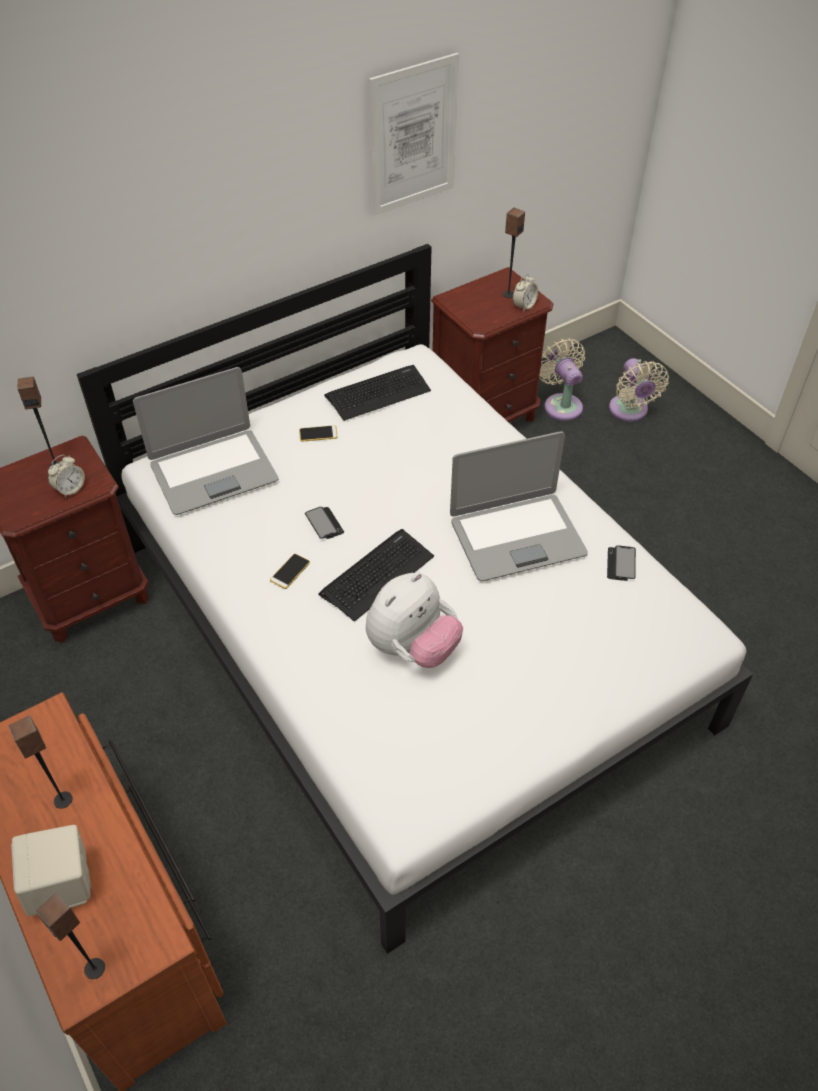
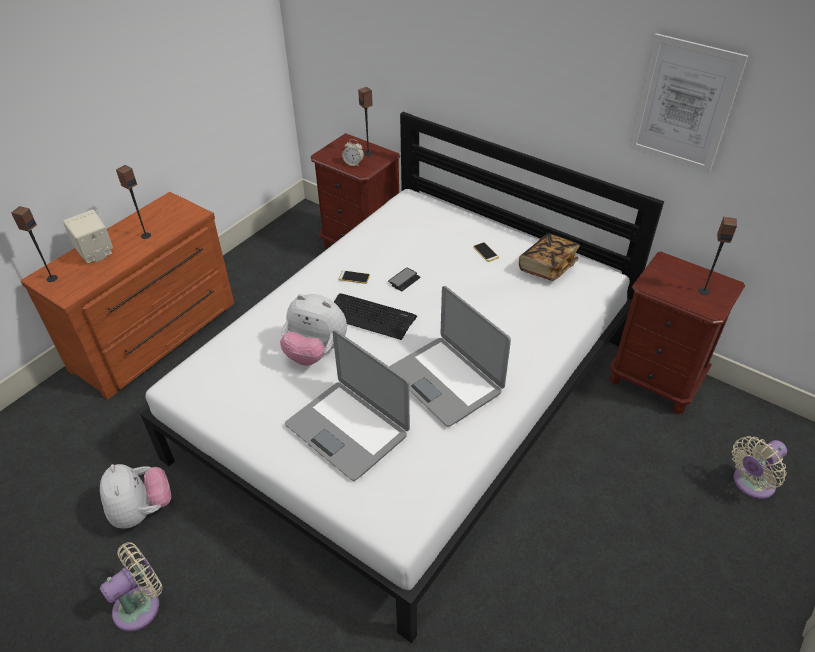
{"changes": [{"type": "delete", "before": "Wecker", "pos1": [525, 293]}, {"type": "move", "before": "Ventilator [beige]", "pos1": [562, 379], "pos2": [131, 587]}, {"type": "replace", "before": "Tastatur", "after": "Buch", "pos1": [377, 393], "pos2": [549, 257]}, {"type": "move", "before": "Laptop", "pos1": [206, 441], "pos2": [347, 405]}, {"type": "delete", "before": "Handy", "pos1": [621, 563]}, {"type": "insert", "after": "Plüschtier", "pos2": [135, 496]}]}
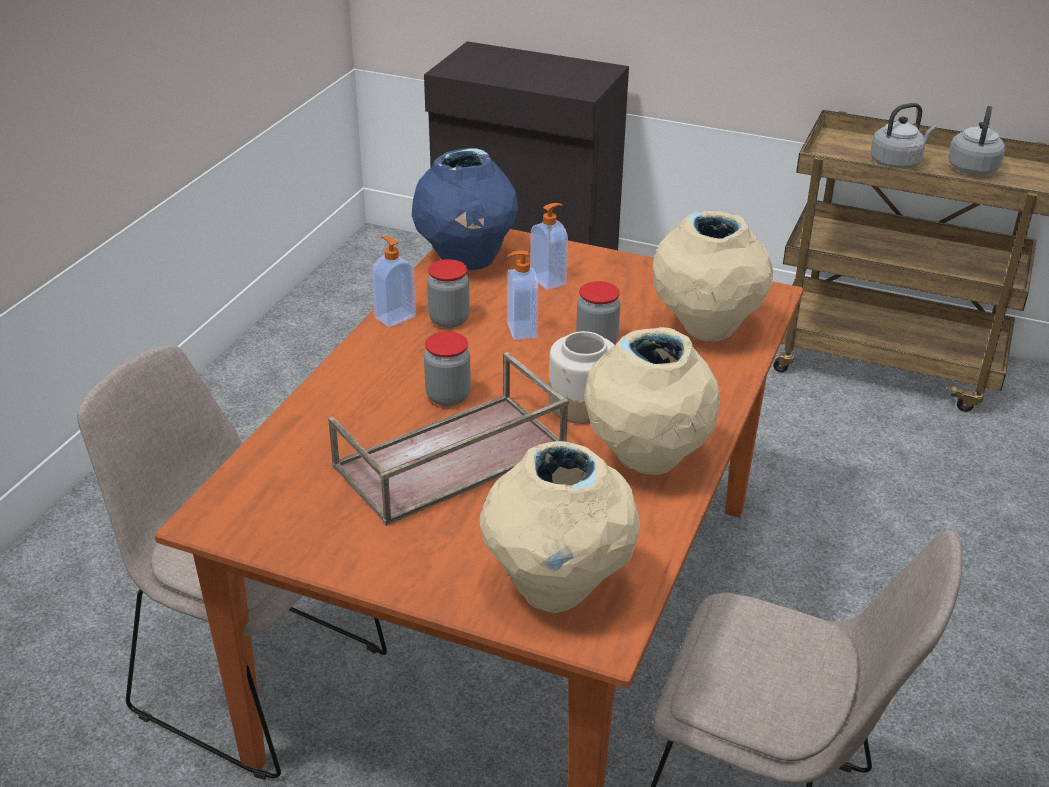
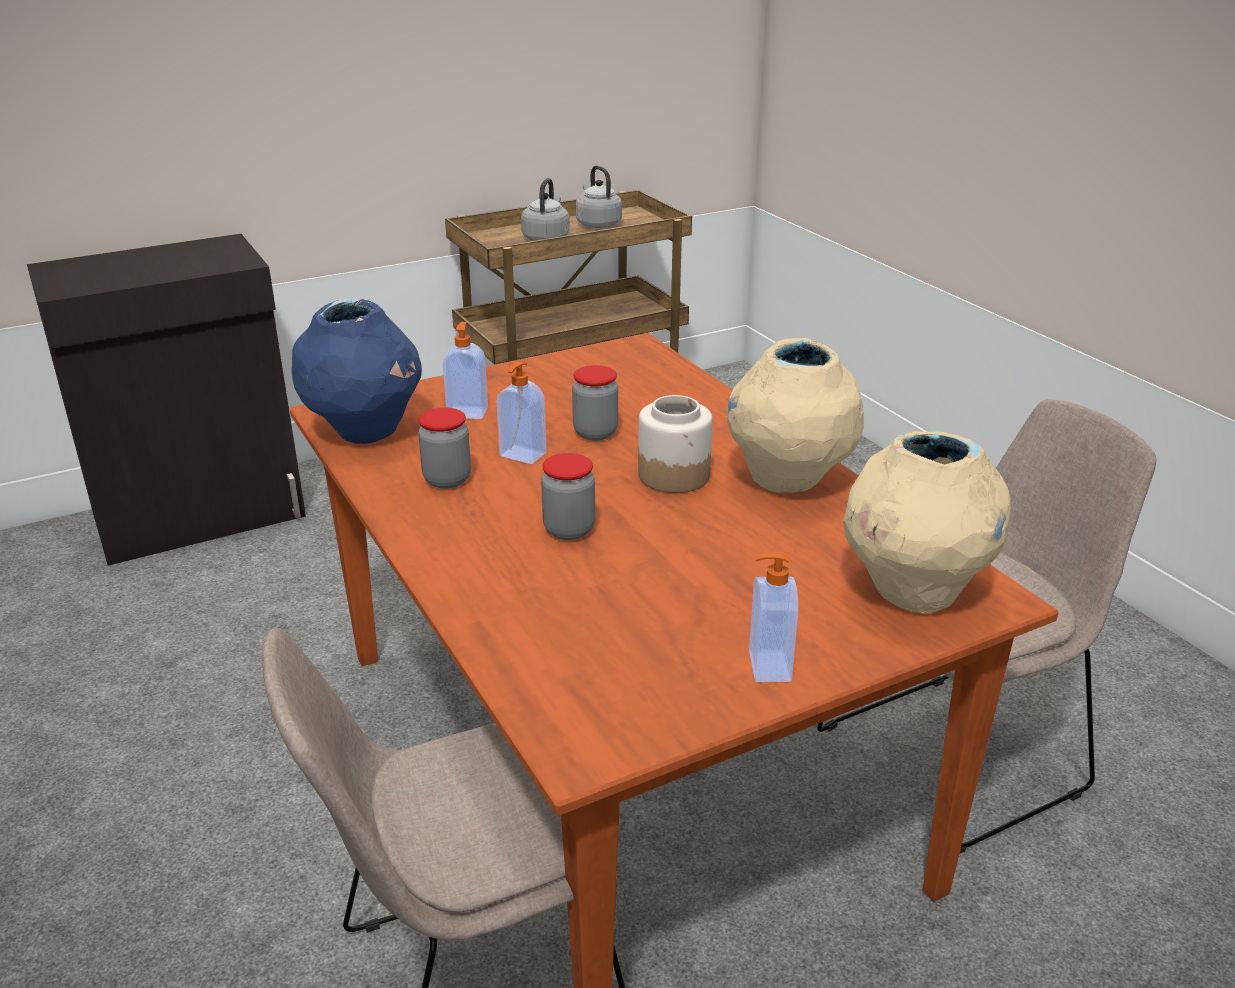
{"changes": [{"type": "delete", "before": "Vase [beige]", "pos1": [713, 276]}, {"type": "move", "before": "Seifenspender", "pos1": [394, 281], "pos2": [774, 617]}, {"type": "delete", "before": "Tablett [braun]", "pos1": [448, 439]}]}
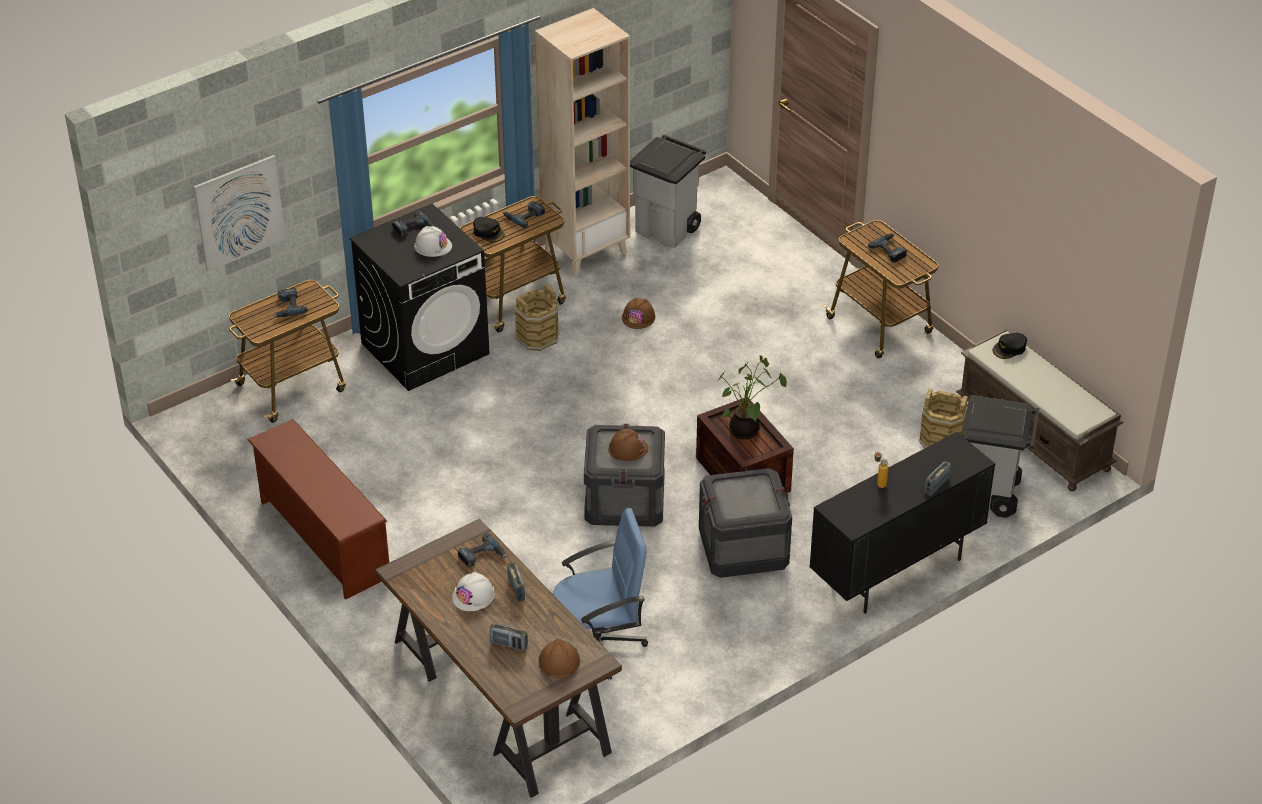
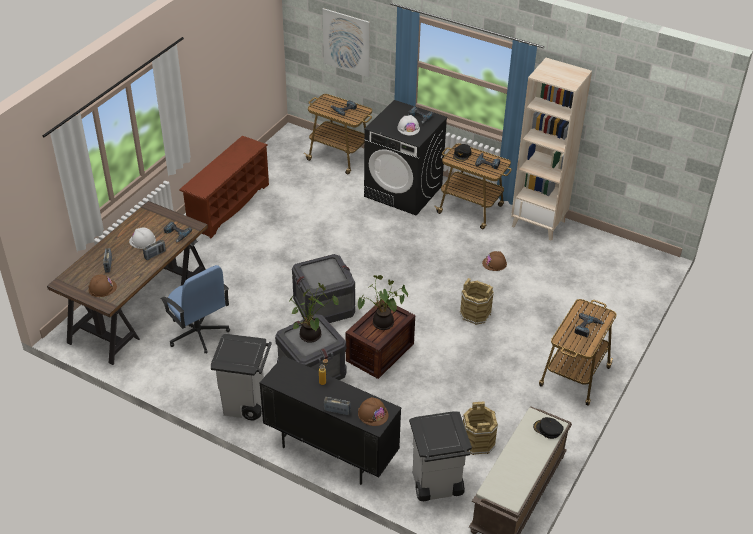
{"changes": [{"type": "move", "before": "Mülleimer [grau]", "pos1": [668, 191], "pos2": [241, 377]}, {"type": "move", "before": "Eimer [braun]", "pos1": [537, 317], "pos2": [477, 301]}, {"type": "move", "before": "Schutzhelm [braun]", "pos1": [629, 445], "pos2": [373, 411]}, {"type": "insert", "after": "Topfpflanze", "pos2": [313, 312]}]}
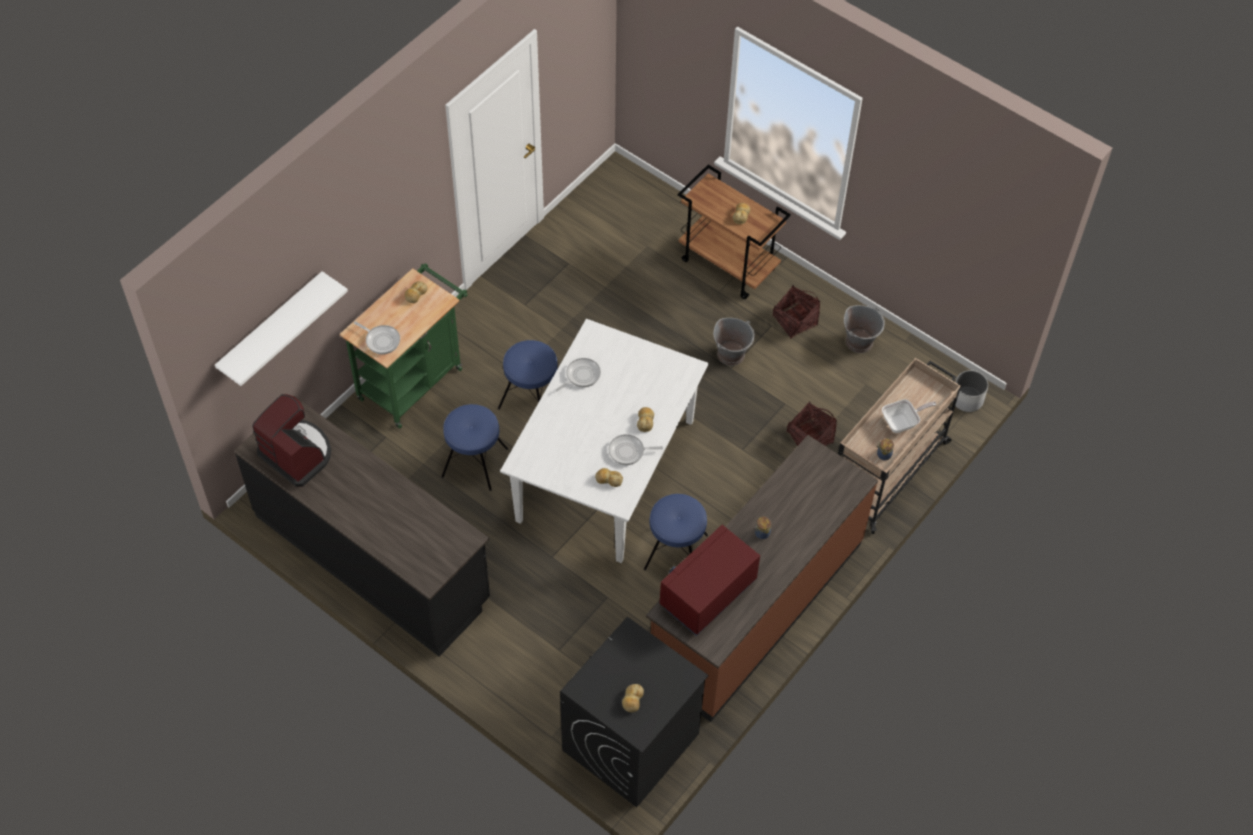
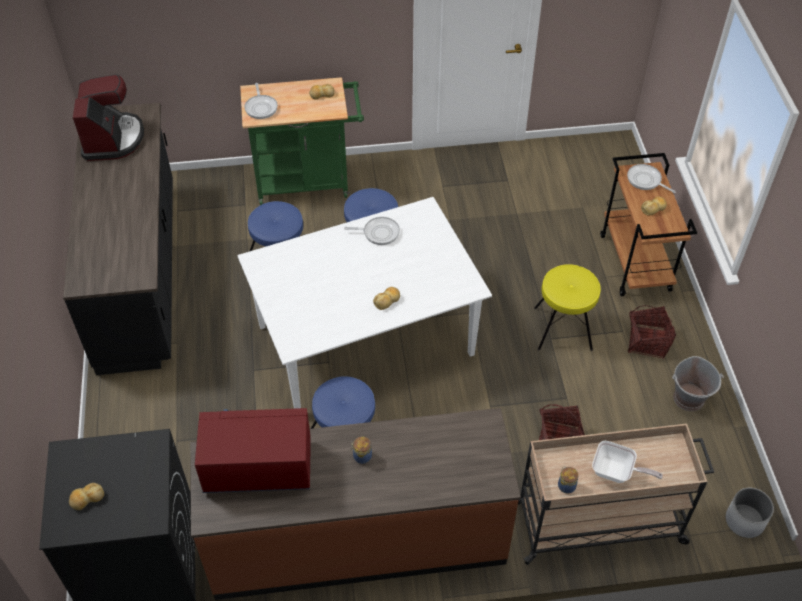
{"changes": [{"type": "delete", "before": "Wandregal [weiß]", "pos1": [281, 328]}, {"type": "replace", "before": "Eimer [grau]", "after": "Hocker [gelb]", "pos1": [734, 342], "pos2": [567, 307]}, {"type": "move", "before": "Pfanne", "pos1": [636, 449], "pos2": [651, 178]}, {"type": "delete", "before": "Brot", "pos1": [609, 477]}]}
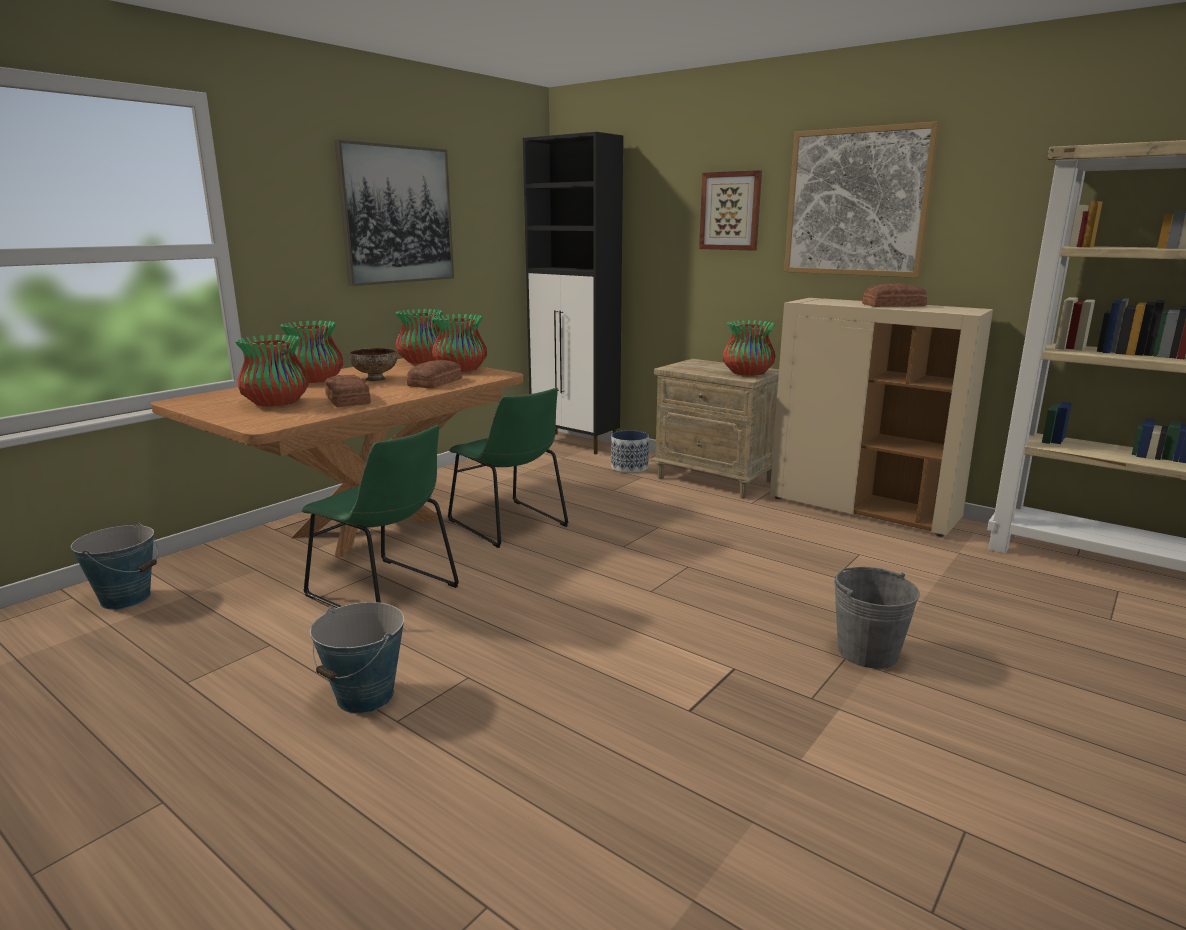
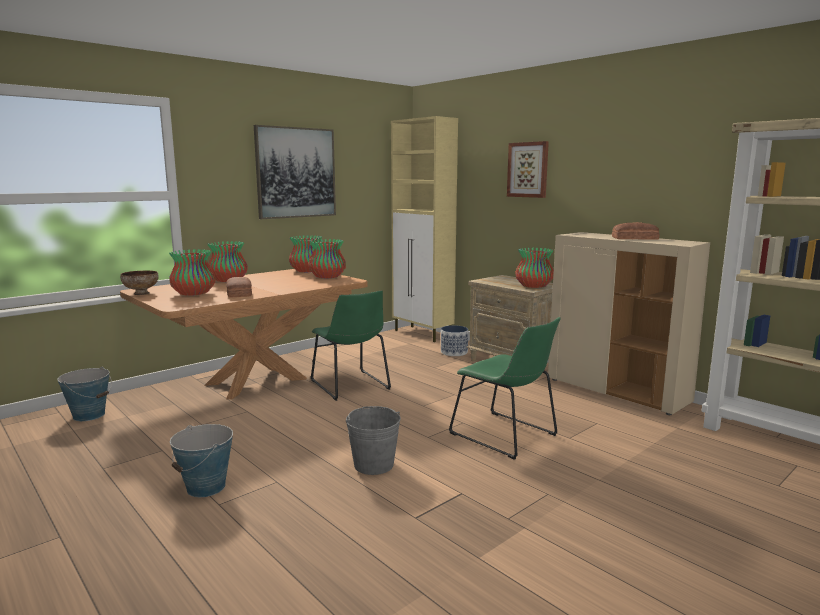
{"changes": [{"type": "delete", "before": "Bild", "pos1": [862, 199]}, {"type": "recolor", "before": "Schrank [schwarz]", "after": "Schrank [beige]", "pos1": [573, 293], "pos2": [424, 229]}, {"type": "move", "before": "Schüssel", "pos1": [374, 364], "pos2": [139, 282]}, {"type": "delete", "before": "Brot", "pos1": [434, 374]}, {"type": "move", "before": "Stuhl [grün]", "pos1": [380, 516], "pos2": [505, 388]}, {"type": "move", "before": "Eimer [grau]", "pos1": [877, 618], "pos2": [373, 440]}]}
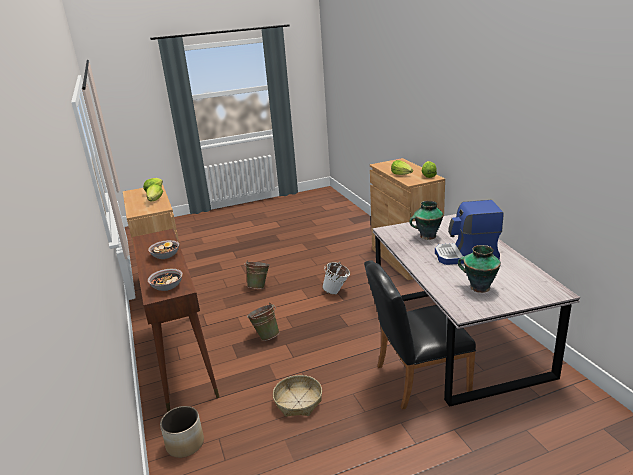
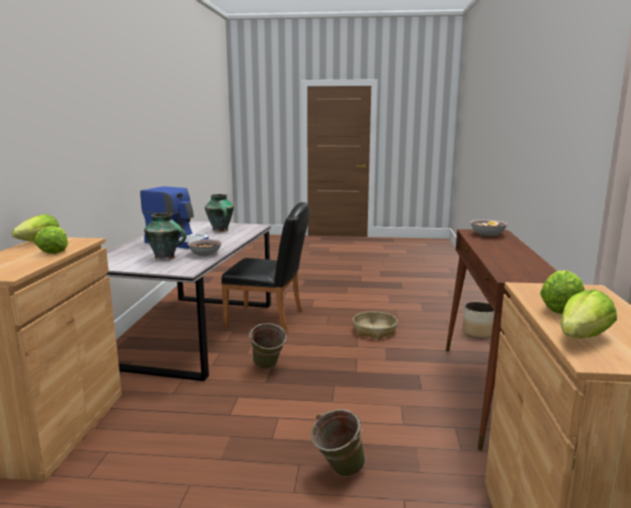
{"changes": [{"type": "move", "before": "Schüssel", "pos1": [163, 249], "pos2": [205, 247]}, {"type": "delete", "before": "Eimer [weiß]", "pos1": [336, 278]}, {"type": "move", "before": "Eimer [grün]", "pos1": [263, 322], "pos2": [268, 346]}]}
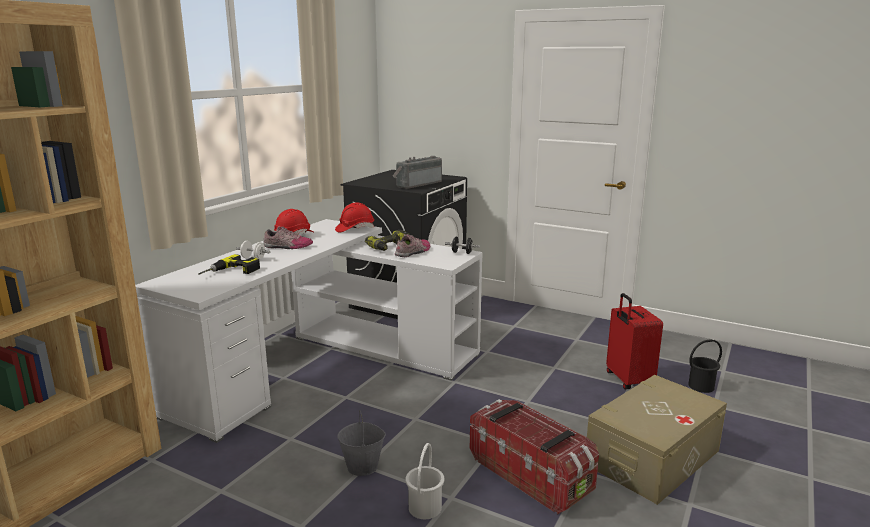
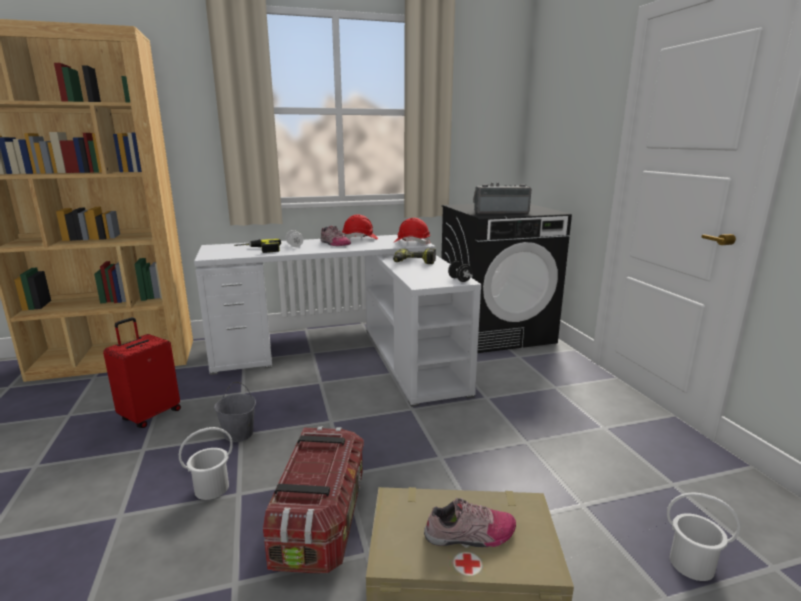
{"changes": [{"type": "move", "before": "Schuh", "pos1": [412, 245], "pos2": [470, 522]}, {"type": "move", "before": "Koffer [rot]", "pos1": [634, 341], "pos2": [142, 372]}, {"type": "recolor", "before": "Eimer [schwarz]", "after": "Eimer [weiß]", "pos1": [705, 366], "pos2": [703, 536]}]}
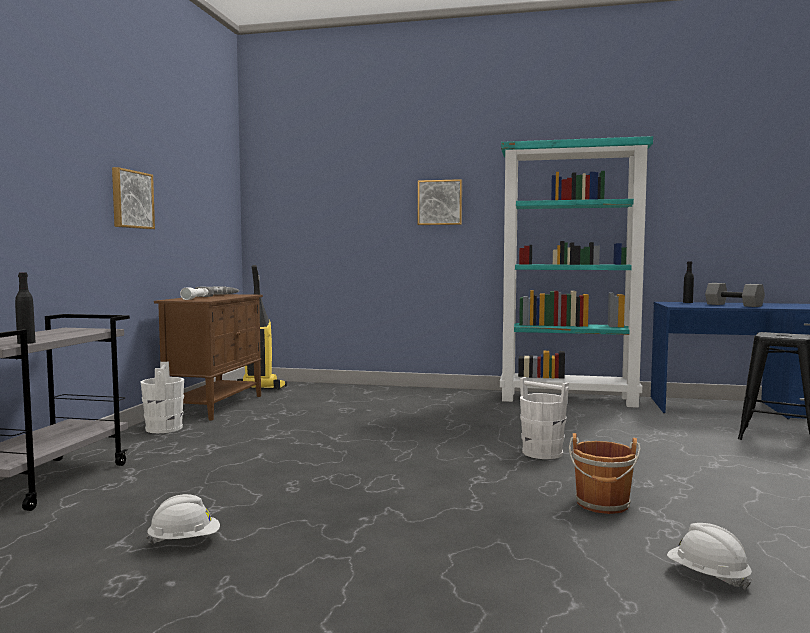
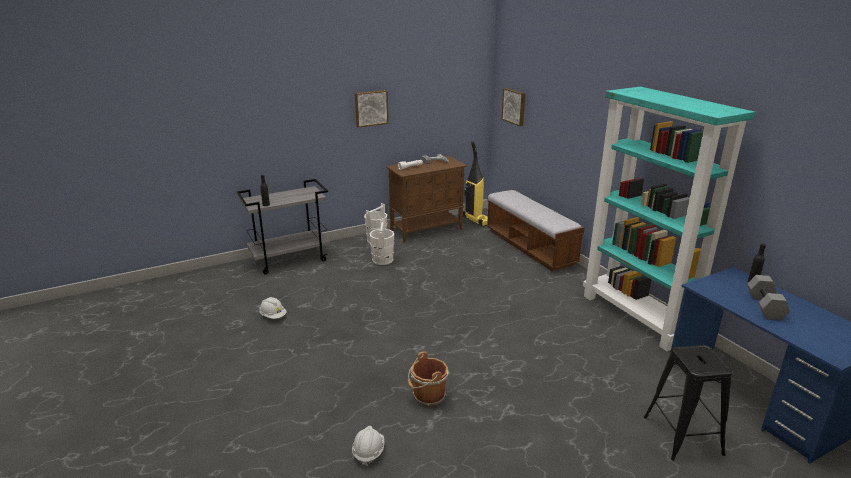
{"changes": [{"type": "move", "before": "Bild", "pos1": [440, 202], "pos2": [513, 107]}, {"type": "move", "before": "Eimer [weiß]", "pos1": [544, 418], "pos2": [381, 242]}, {"type": "insert", "after": "Bank", "pos2": [535, 230]}]}
